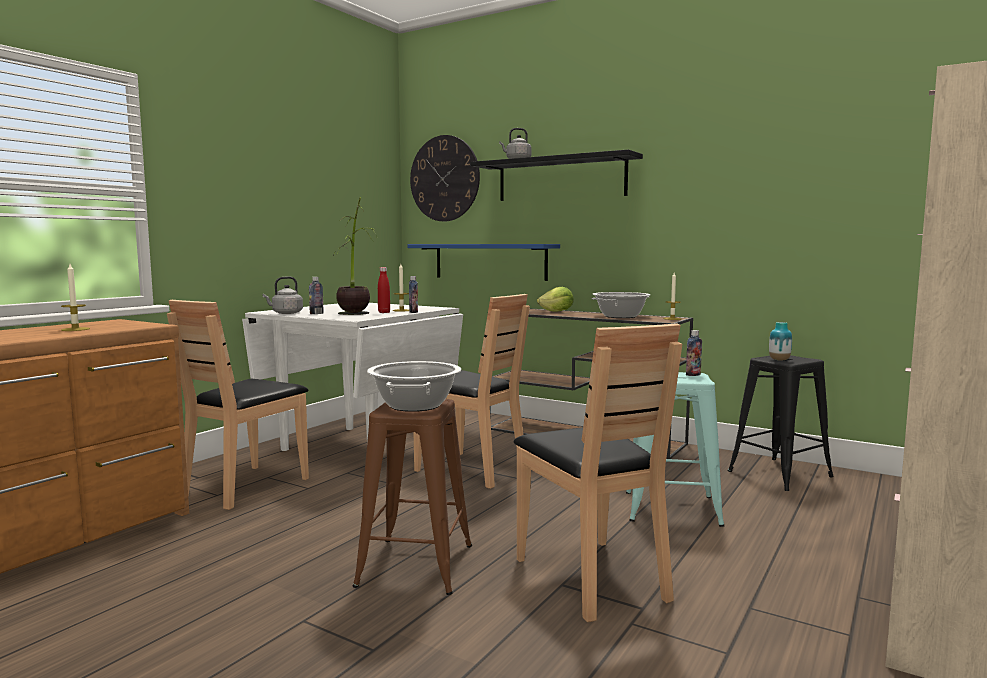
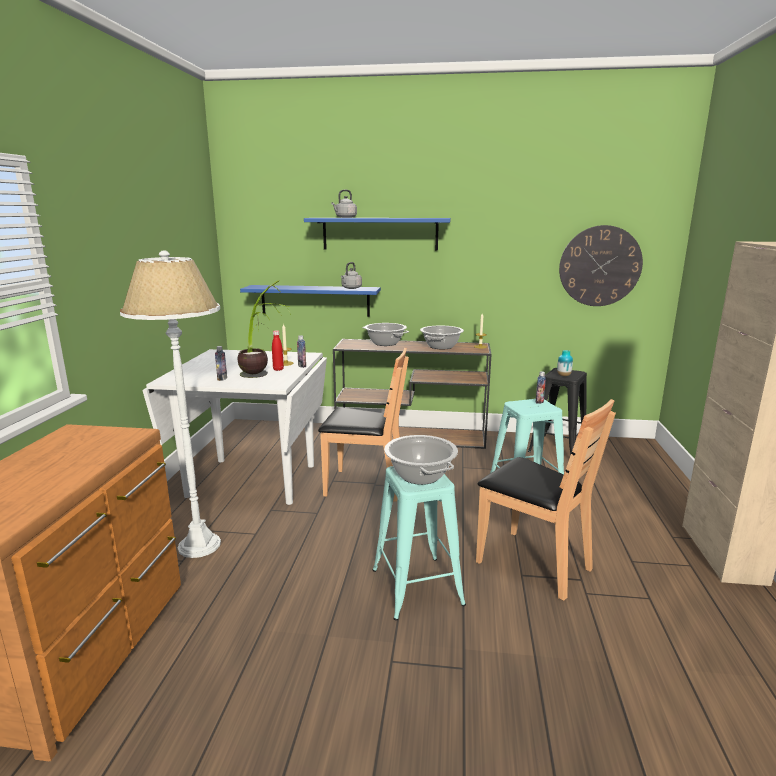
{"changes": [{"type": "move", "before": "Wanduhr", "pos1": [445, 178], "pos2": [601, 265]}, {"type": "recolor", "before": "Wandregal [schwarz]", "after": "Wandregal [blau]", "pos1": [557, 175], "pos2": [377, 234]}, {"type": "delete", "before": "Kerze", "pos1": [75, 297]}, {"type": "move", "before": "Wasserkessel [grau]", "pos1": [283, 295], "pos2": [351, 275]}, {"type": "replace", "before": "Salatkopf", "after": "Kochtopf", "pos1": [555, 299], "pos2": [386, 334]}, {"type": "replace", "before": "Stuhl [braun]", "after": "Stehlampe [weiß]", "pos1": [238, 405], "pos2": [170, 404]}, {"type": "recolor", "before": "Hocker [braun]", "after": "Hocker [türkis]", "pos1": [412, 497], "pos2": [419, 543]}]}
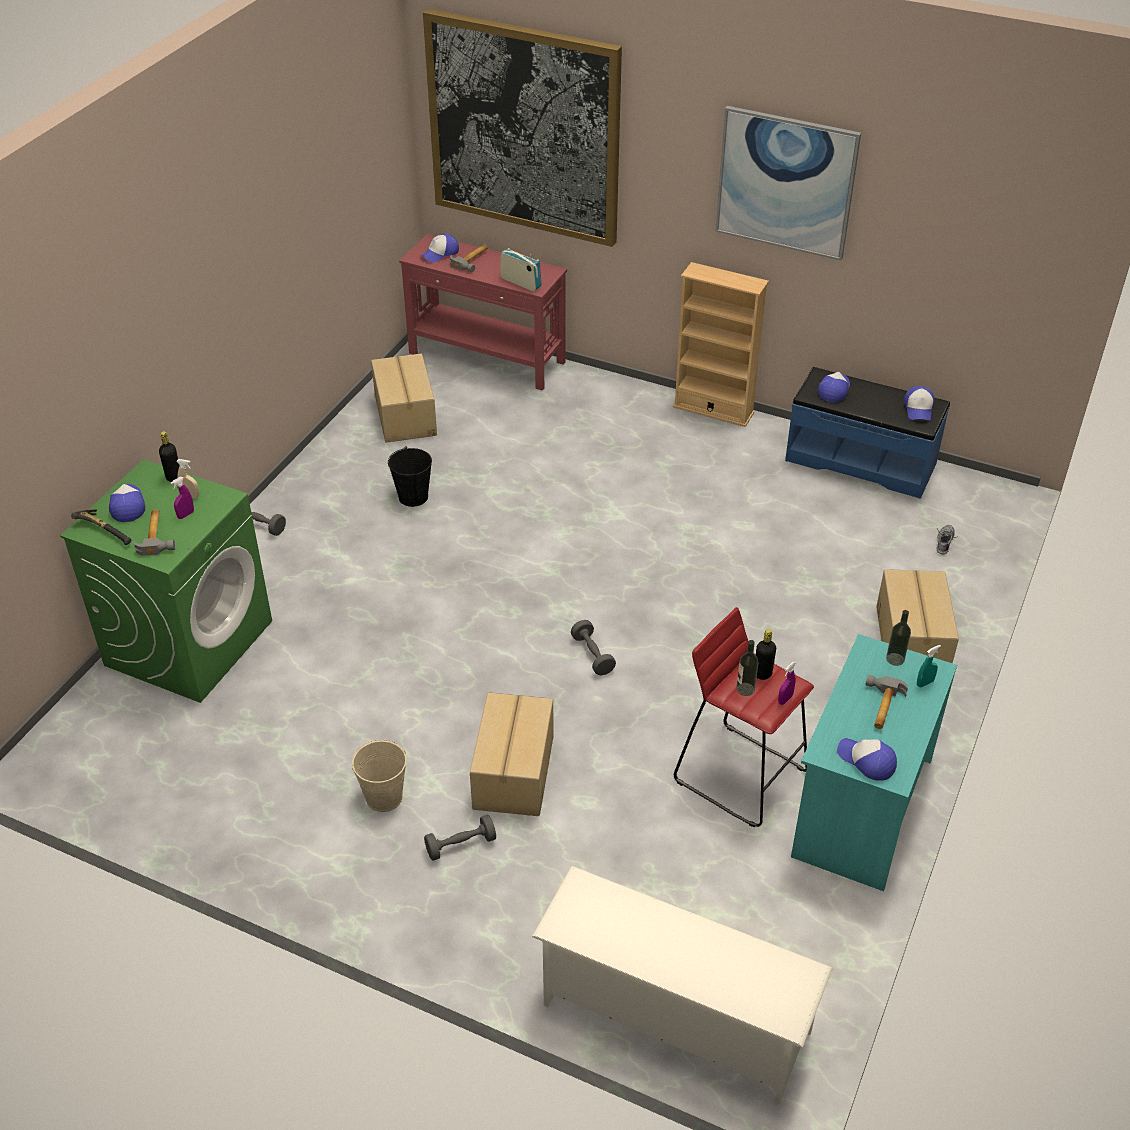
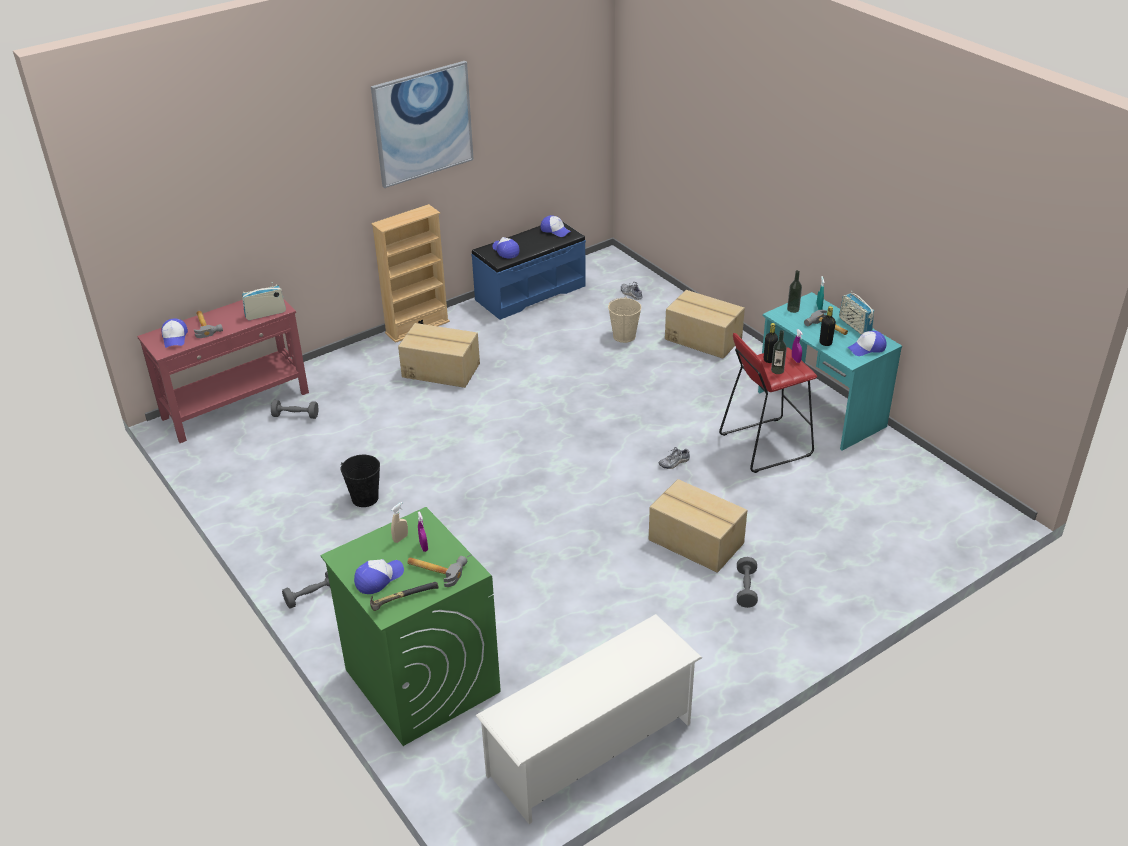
{"changes": [{"type": "delete", "before": "Bild", "pos1": [522, 128]}, {"type": "move", "before": "Karton", "pos1": [404, 398], "pos2": [439, 355]}, {"type": "move", "before": "Flasche [schwarz]", "pos1": [169, 456], "pos2": [828, 326]}, {"type": "rotate", "before": "Kappe", "pos1": [127, 503], "pos2": [379, 576], "turn": 120}, {"type": "move", "before": "Hantel [grau]", "pos1": [593, 647], "pos2": [294, 409]}, {"type": "move", "before": "Eimer [beige]", "pos1": [379, 775], "pos2": [624, 319]}, {"type": "move", "before": "Schuhregal [weiß]", "pos1": [682, 986], "pos2": [589, 719]}, {"type": "insert", "after": "Radio", "pos2": [856, 313]}, {"type": "insert", "after": "Schuh", "pos2": [674, 458]}]}
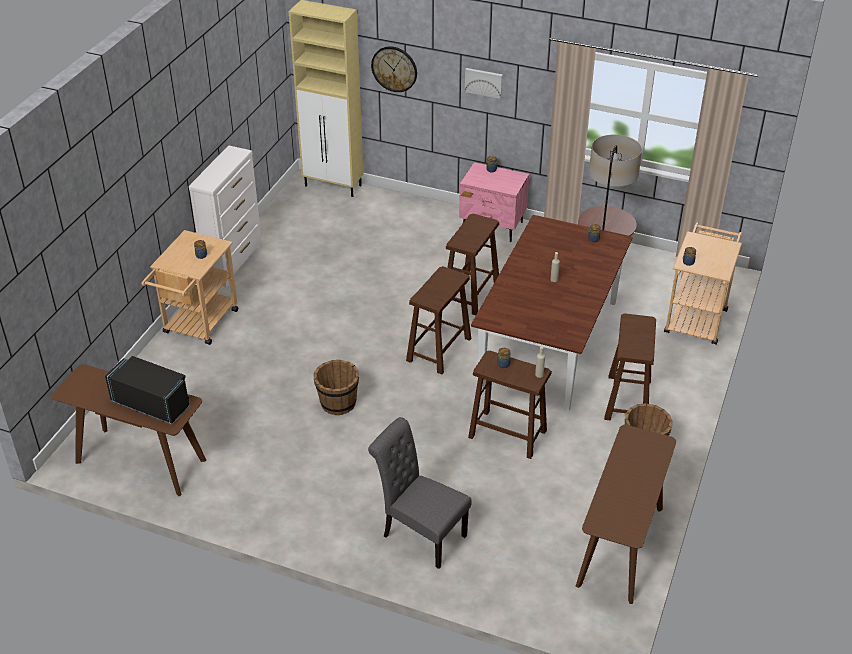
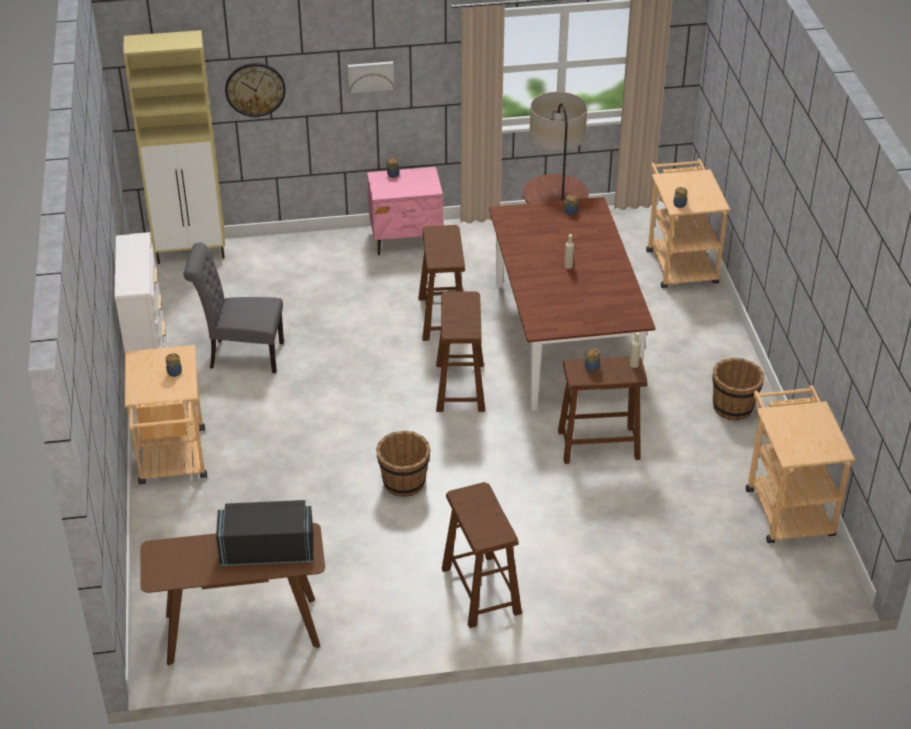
{"changes": [{"type": "move", "before": "Hocker [braun]", "pos1": [630, 366], "pos2": [482, 555]}, {"type": "move", "before": "Stuhl [grau]", "pos1": [420, 493], "pos2": [234, 307]}, {"type": "replace", "before": "Konsolentisch [braun]", "after": "Rollwagen [beige]", "pos1": [626, 514], "pos2": [800, 464]}]}
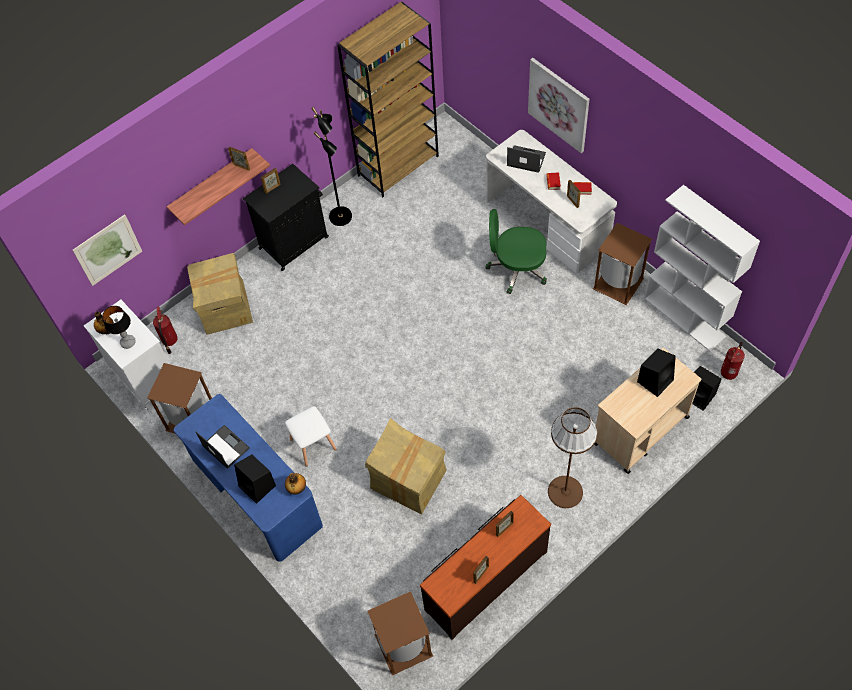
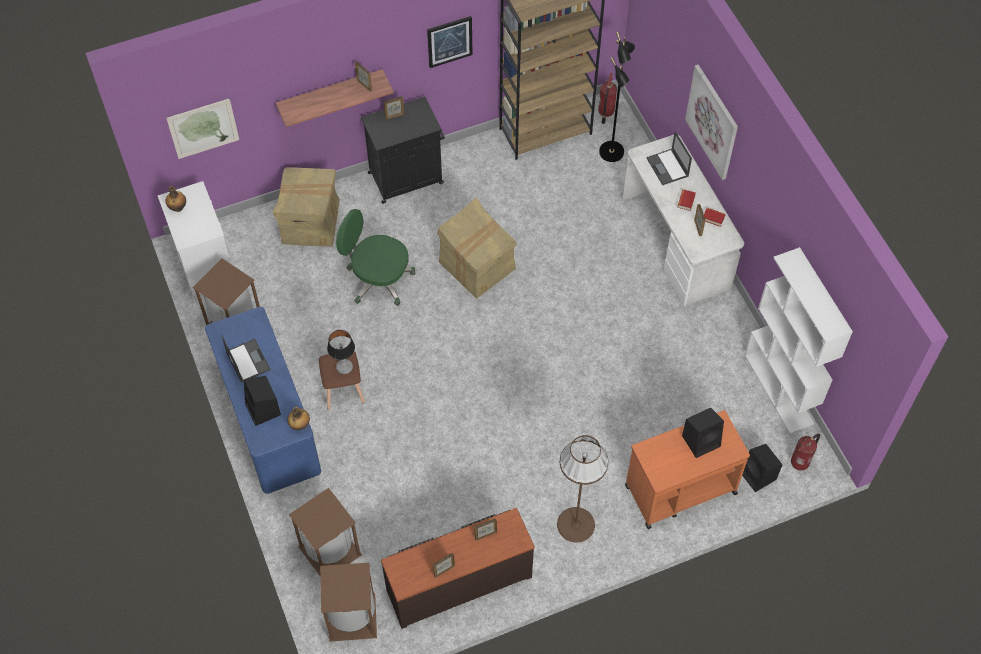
{"changes": [{"type": "move", "before": "Stehlampe [schwarz]", "pos1": [331, 166], "pos2": [617, 97]}, {"type": "rotate", "before": "Laptop", "pos1": [526, 159], "pos2": [669, 158], "turn": -150}, {"type": "move", "before": "Bürostuhl [grün]", "pos1": [516, 251], "pos2": [375, 257]}, {"type": "move", "before": "Mülleimer [braun]", "pos1": [622, 264], "pos2": [325, 531]}, {"type": "move", "before": "Tischlampe", "pos1": [119, 327], "pos2": [341, 352]}, {"type": "move", "before": "Feuerlöscher", "pos1": [165, 330], "pos2": [607, 98]}, {"type": "recolor", "before": "Rollwagen [beige]", "after": "Rollwagen [orange]", "pos1": [647, 411], "pos2": [687, 469]}, {"type": "recolor", "before": "Hocker [weiß]", "after": "Hocker [braun]", "pos1": [311, 436], "pos2": [342, 380]}, {"type": "move", "before": "Karton", "pos1": [406, 466], "pos2": [476, 248]}, {"type": "insert", "after": "Bild", "pos2": [450, 42]}]}
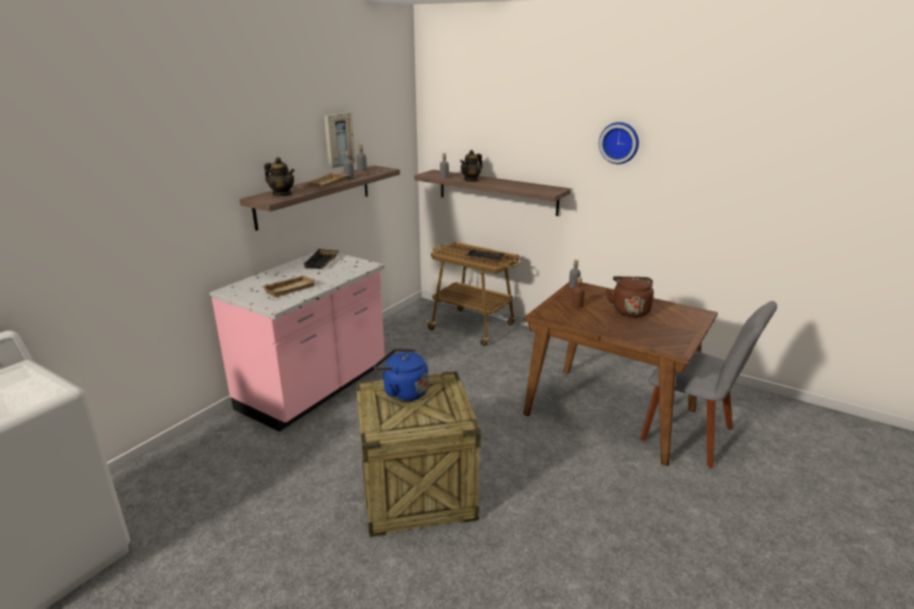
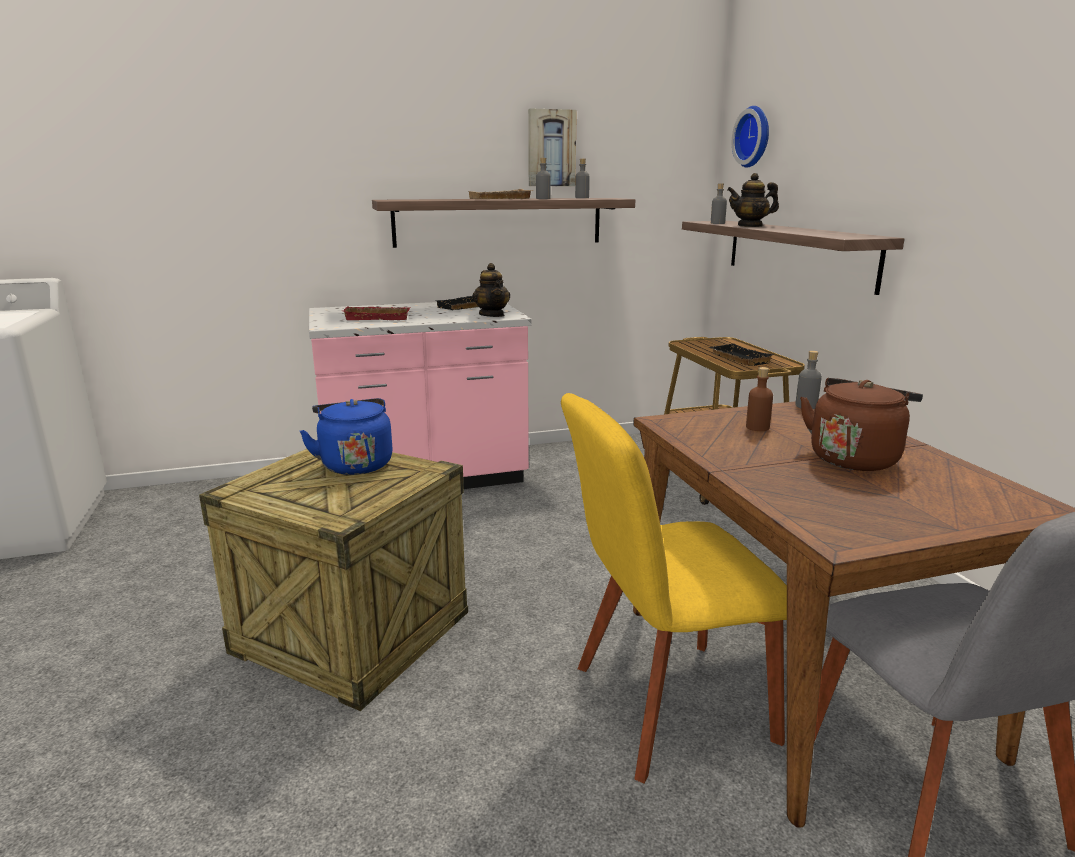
{"changes": [{"type": "move", "before": "Wanduhr", "pos1": [619, 143], "pos2": [750, 137]}, {"type": "move", "before": "Teekanne", "pos1": [279, 176], "pos2": [491, 290]}, {"type": "recolor", "before": "Tablett [beige]", "after": "Tablett [rot]", "pos1": [289, 286], "pos2": [376, 313]}, {"type": "insert", "after": "Stuhl [gelb]", "pos2": [674, 588]}]}
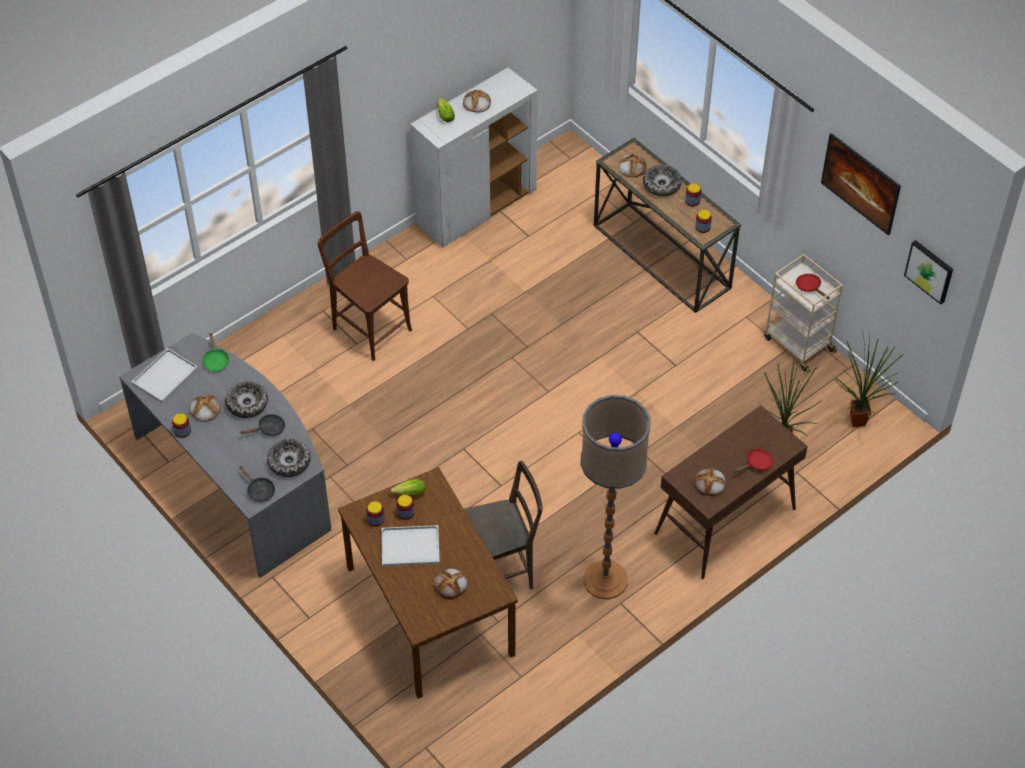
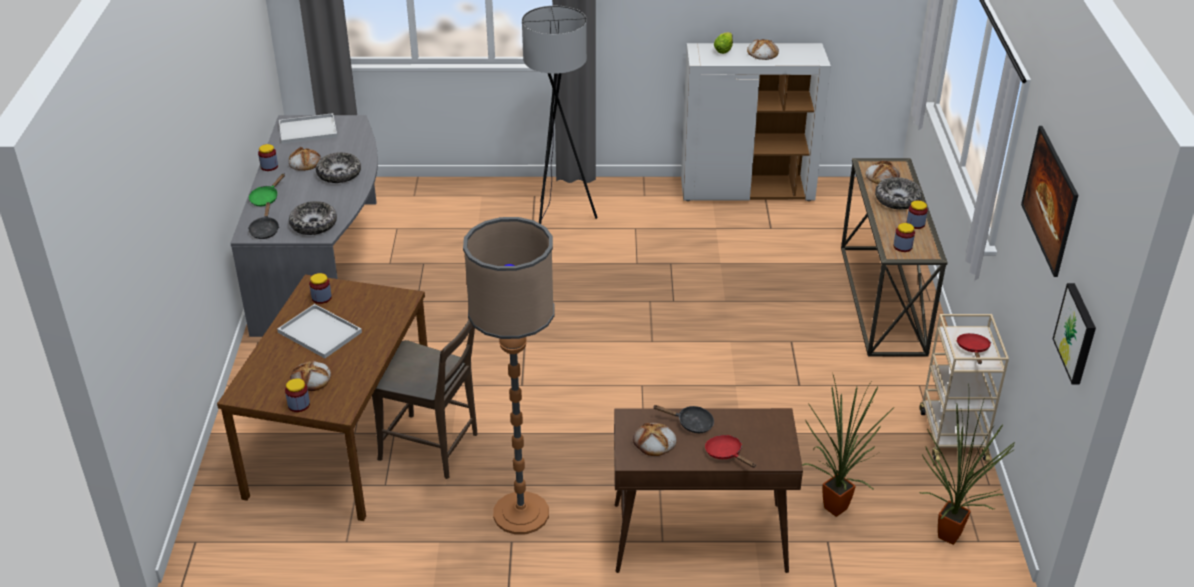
{"changes": [{"type": "replace", "before": "Stuhl [braun]", "after": "Stehlampe [grau]", "pos1": [365, 286], "pos2": [560, 115]}, {"type": "move", "before": "Pfanne [grün]", "pos1": [215, 352], "pos2": [267, 190]}, {"type": "move", "before": "Pfanne [schwarz]", "pos1": [262, 425], "pos2": [683, 419]}, {"type": "rotate", "before": "Pfanne [rot]", "pos1": [754, 461], "pos2": [730, 451], "turn": -135}, {"type": "delete", "before": "Salatkopf", "pos1": [408, 487]}, {"type": "move", "before": "Vorratsglas", "pos1": [405, 507], "pos2": [297, 395]}]}
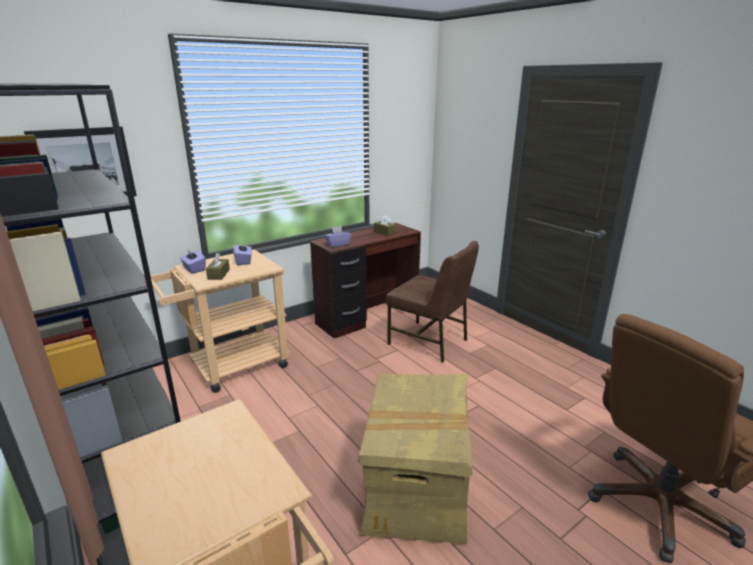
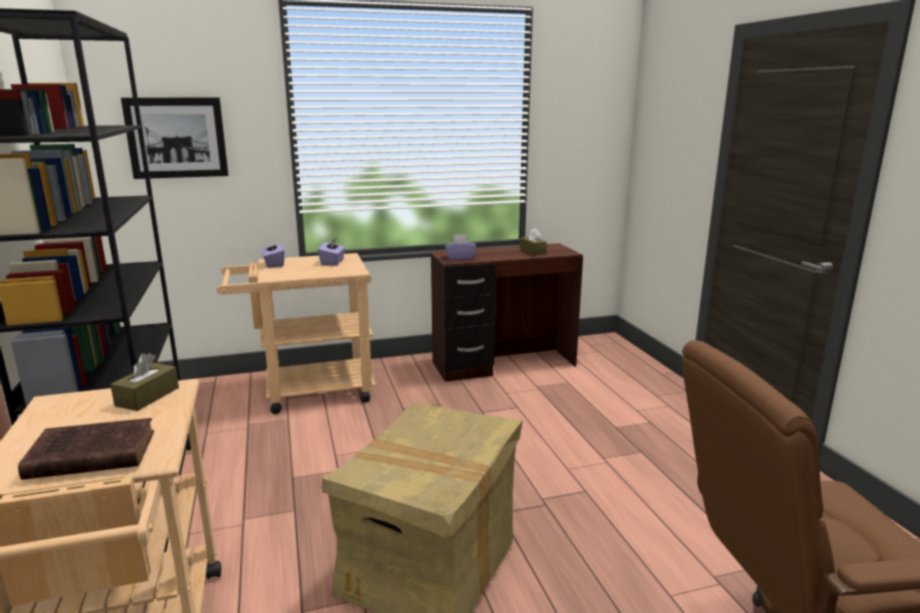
{"changes": [{"type": "delete", "before": "Stuhl [braun]", "pos1": [432, 302]}, {"type": "move", "before": "Taschentuchbox [braun]", "pos1": [218, 266], "pos2": [144, 382]}, {"type": "insert", "after": "Buch [braun]", "pos2": [86, 449]}]}
